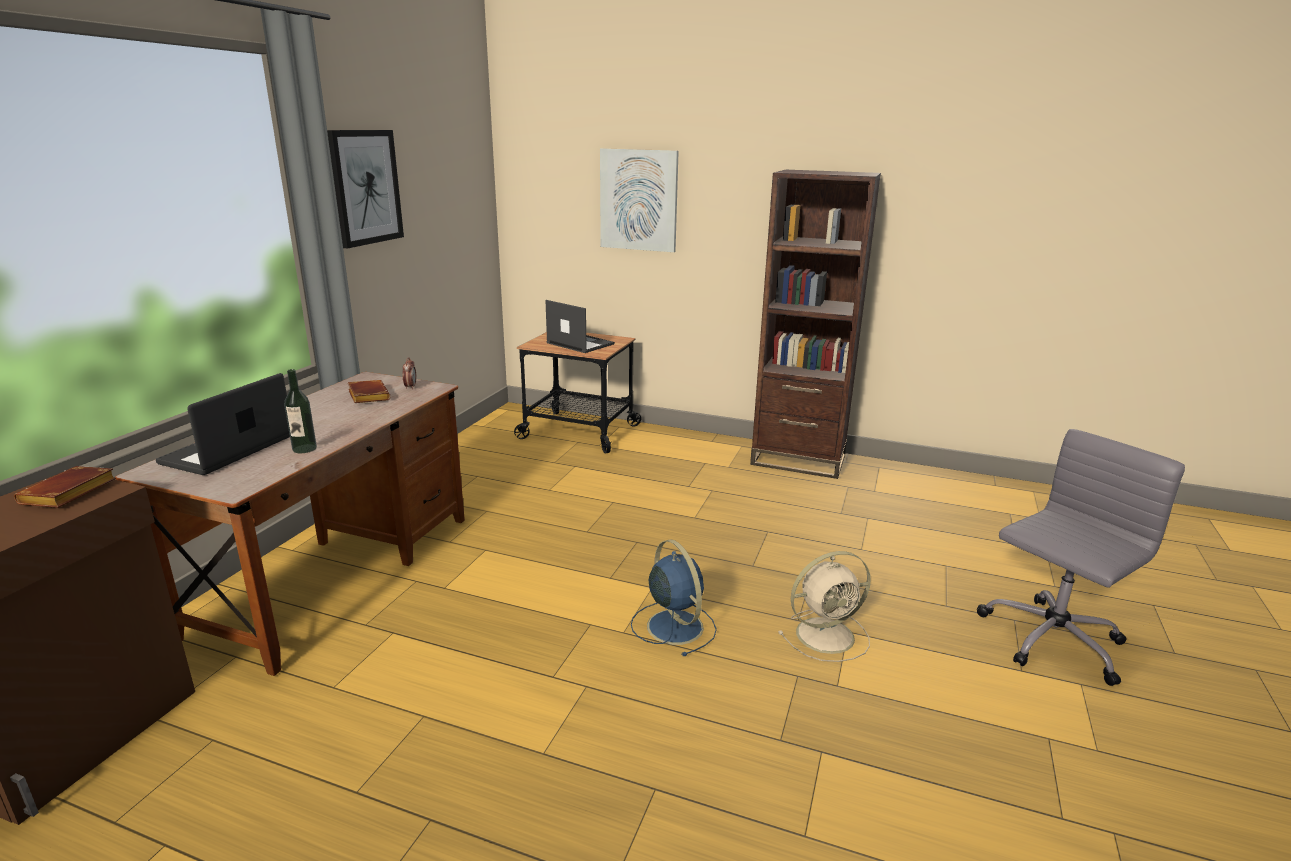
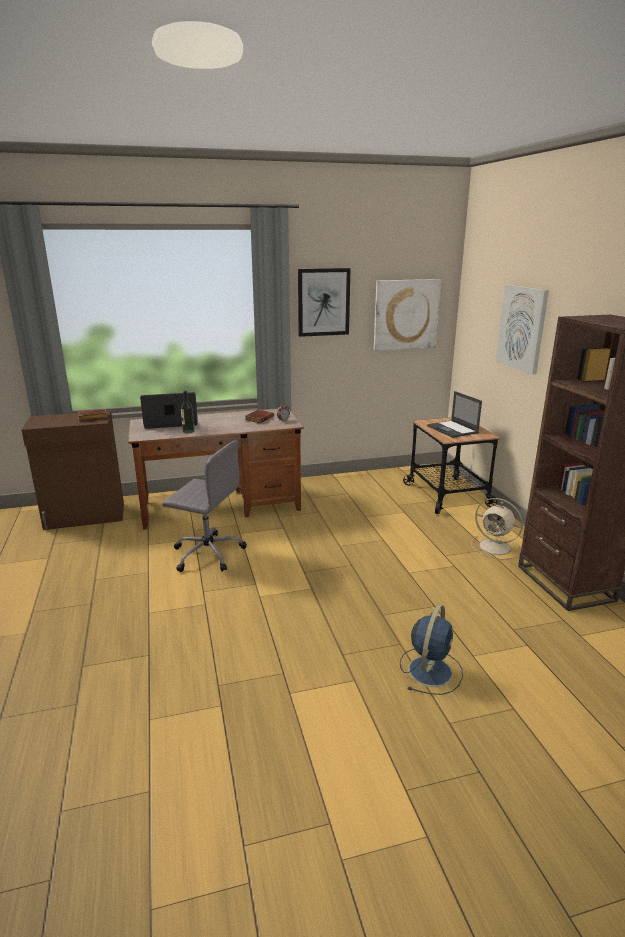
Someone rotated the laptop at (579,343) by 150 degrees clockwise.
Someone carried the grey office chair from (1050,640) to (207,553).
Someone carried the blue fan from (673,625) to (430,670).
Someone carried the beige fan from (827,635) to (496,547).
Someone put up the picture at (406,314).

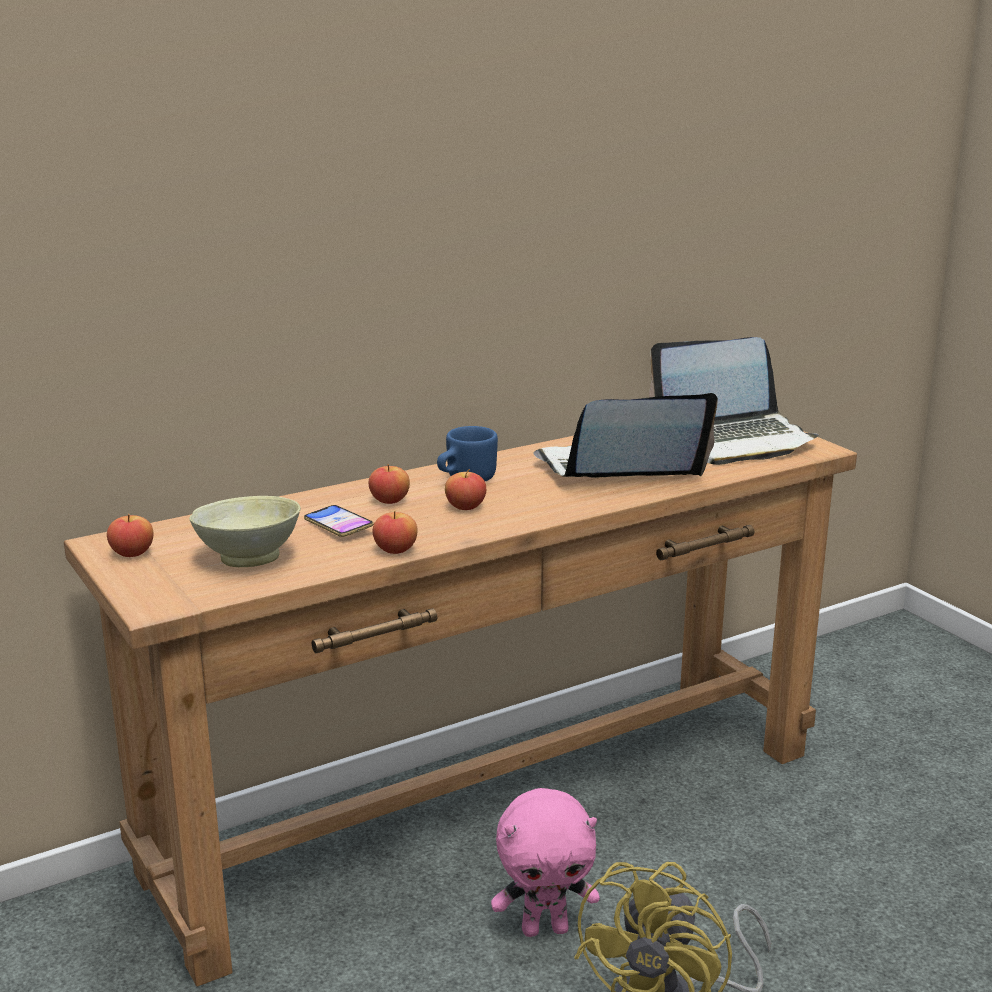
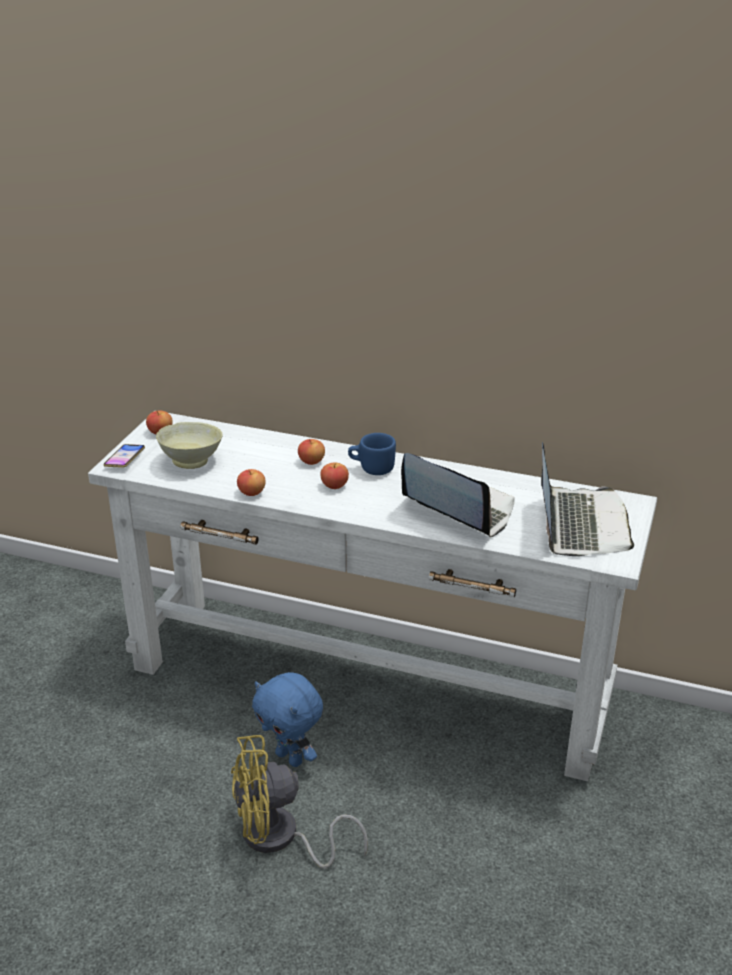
Someone rotated the laptop at (733,440) by 120 degrees counterclockwise.
Someone repainted the brown console table at (492,811), which became the white console table at (367,683).
Someone carried the phone from (338,526) to (125,459).
Someone repainted the pink plush toy at (545,928), which became the blue plush toy at (290,758).

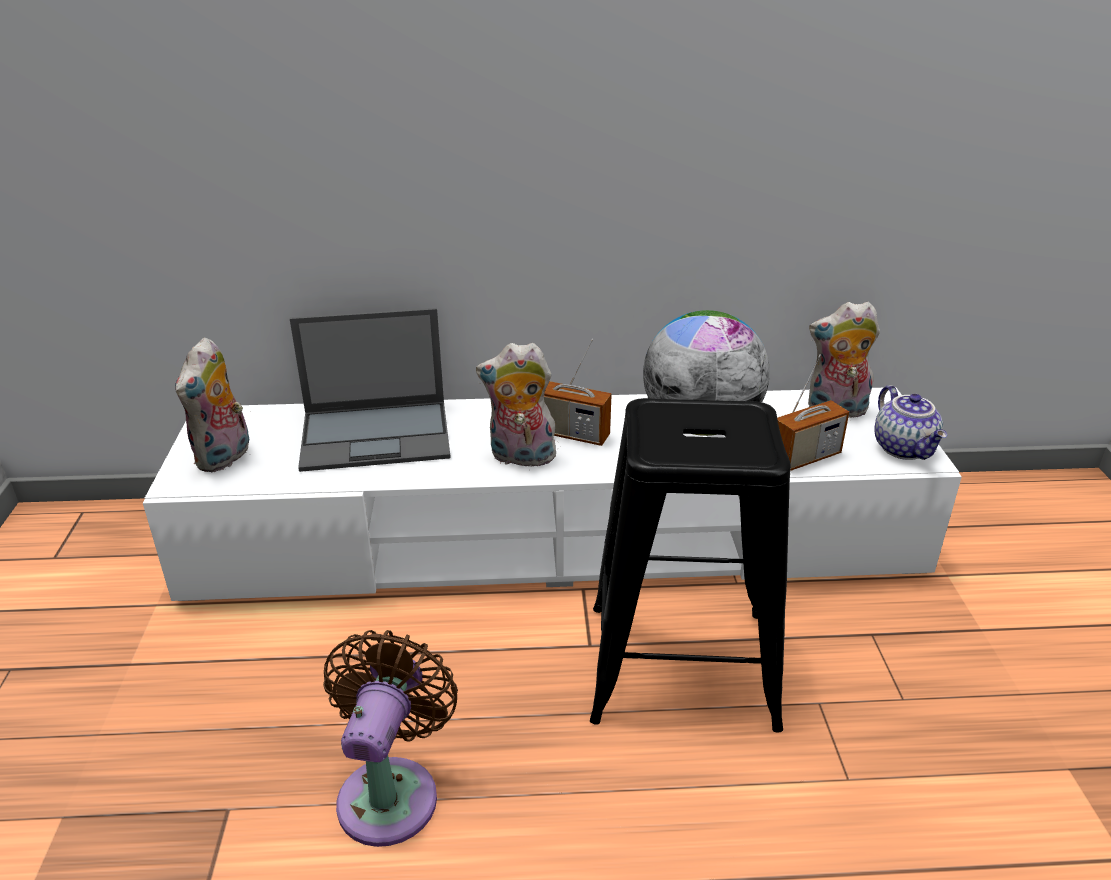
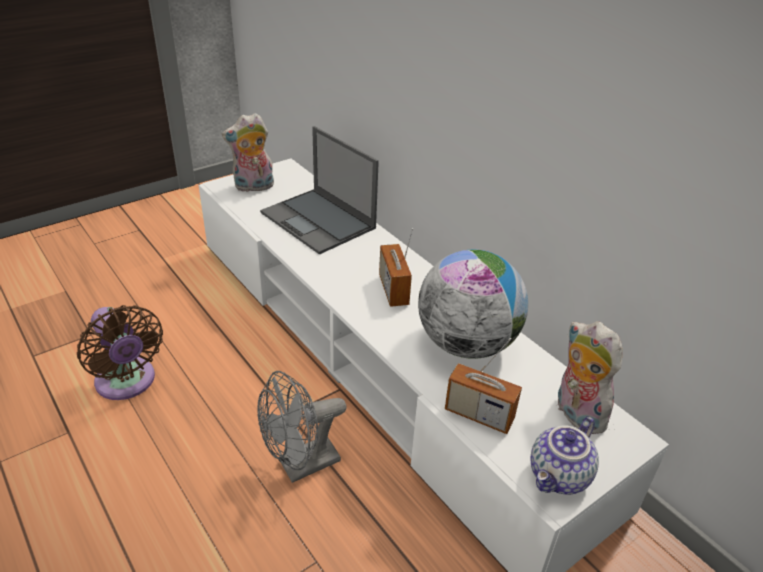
Someone took away the plush toy at (520,458).
Someone swapped the black stool at (679,665) for the grey fan at (301,466).
Someone rotated the brown fan at (391,791) by 75 degrees clockwise.

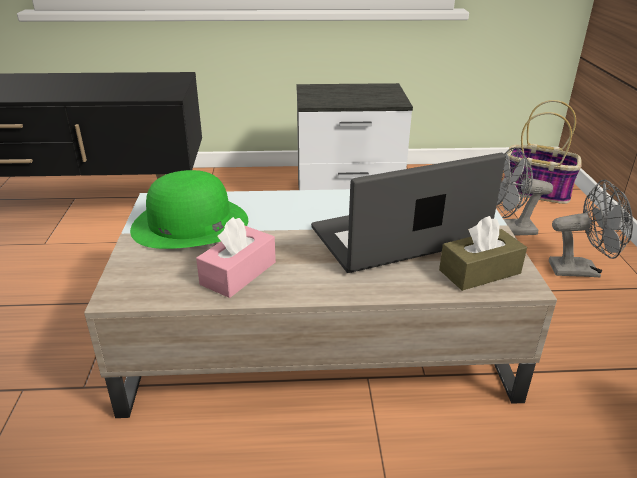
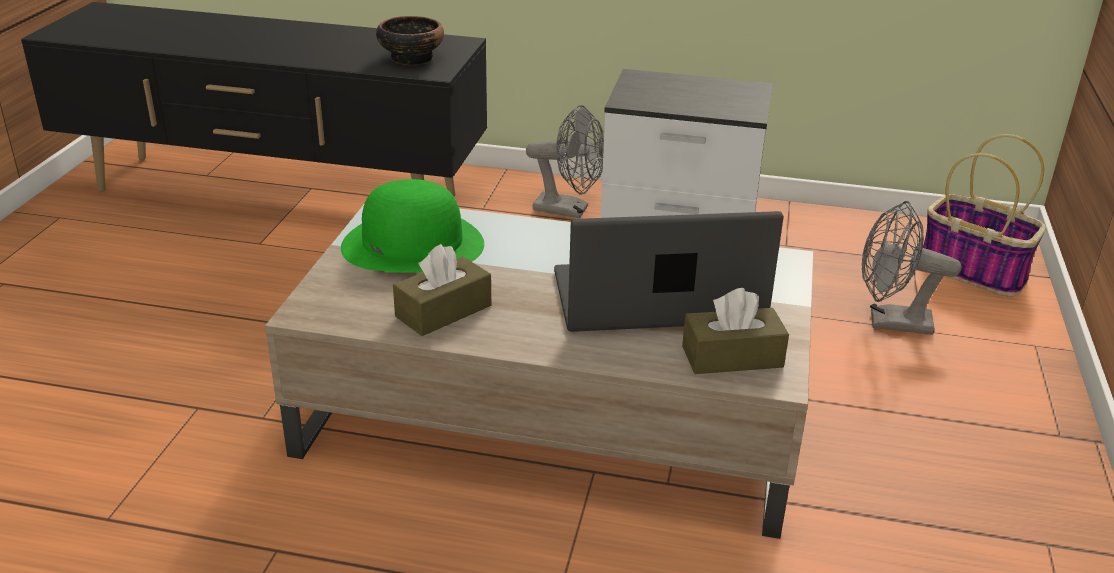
Someone carried the grey fan from (581,270) to (569,210).
Someone repainted the pink tissue box at (238,273), which became the brown tissue box at (443,311).
Someone put down the bowl at (410,58).

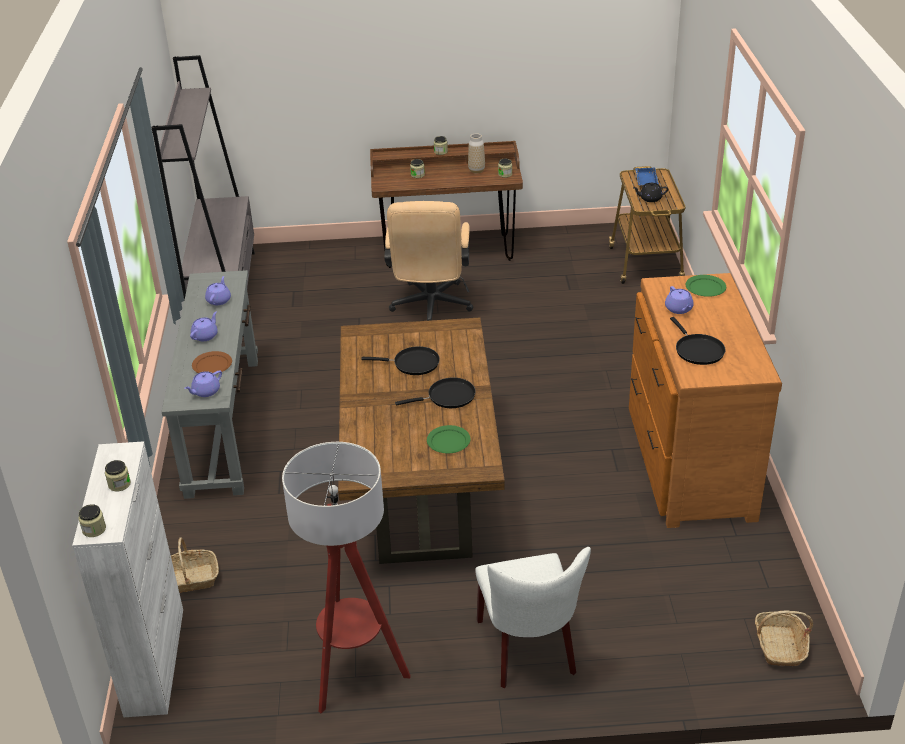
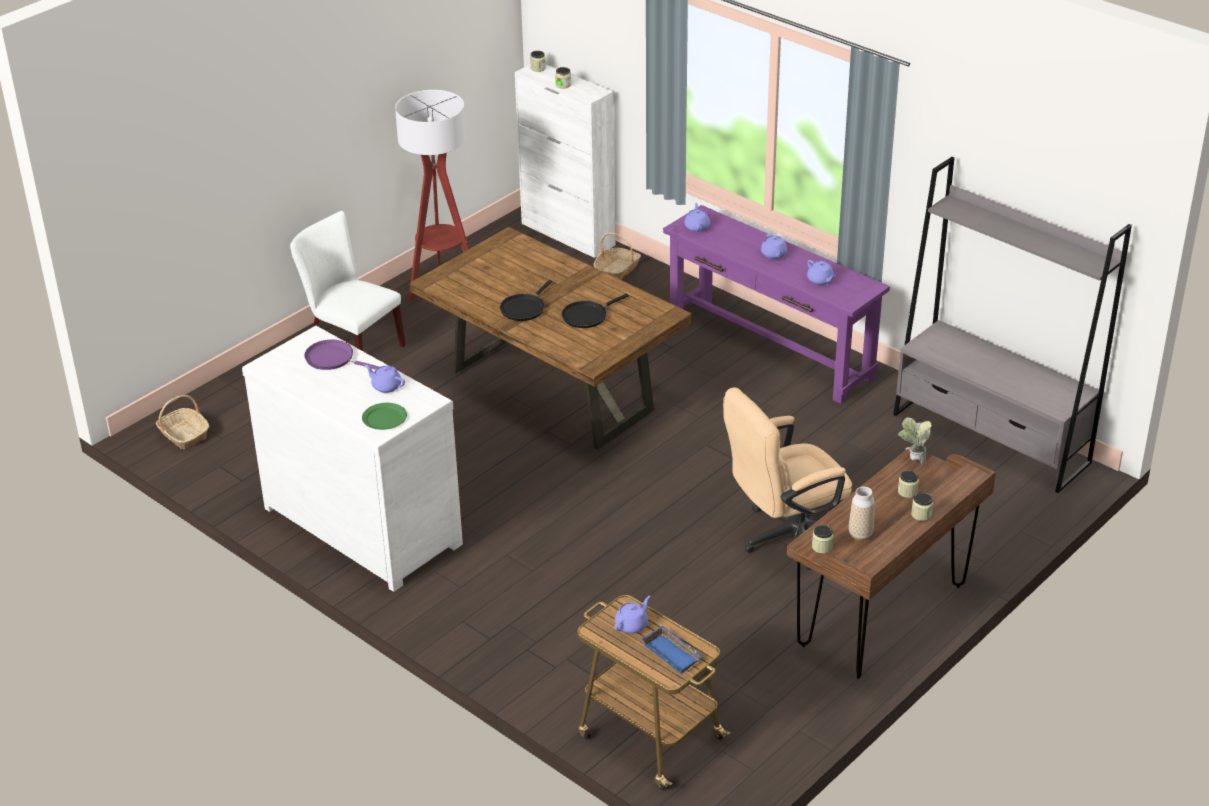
Someone repainted the black teapot at (650,198), which became the purple teapot at (632,625).
Someone rotated the beige office chair at (430,308) by 75 degrees counterclockwise.
Someone repainted the grey console table at (223,424), which became the purple console table at (770,349).
Someone repainted the brown dresser at (688,464), which became the white dresser at (365,523).
Someone repainted the black frying pan at (697,350), which became the purple frying pan at (333,359).
Someone took away the brown plate at (212,365).
Someone took away the green plate at (448,441).
Someone put down the potted plant at (913,460).

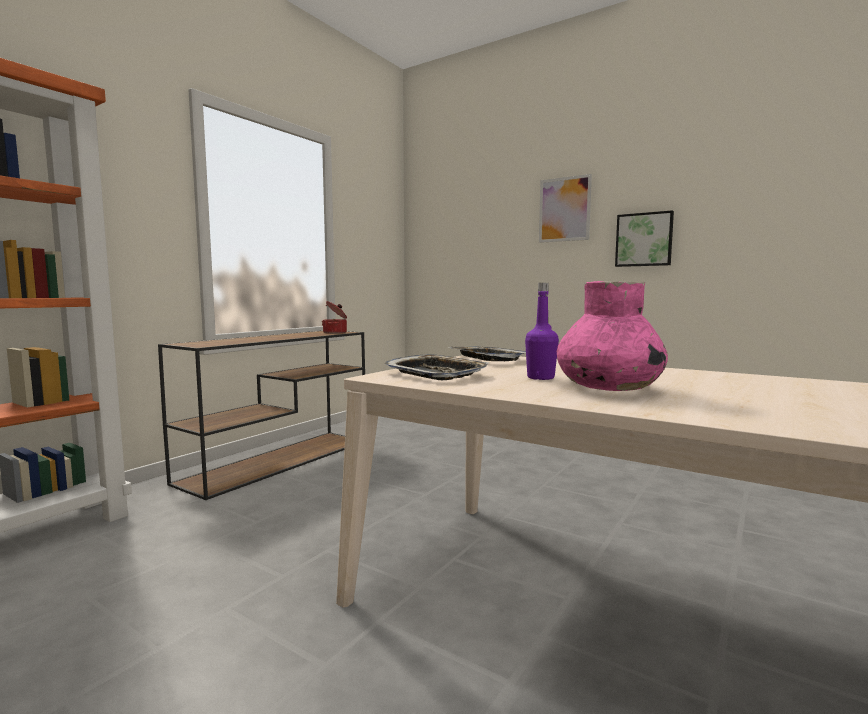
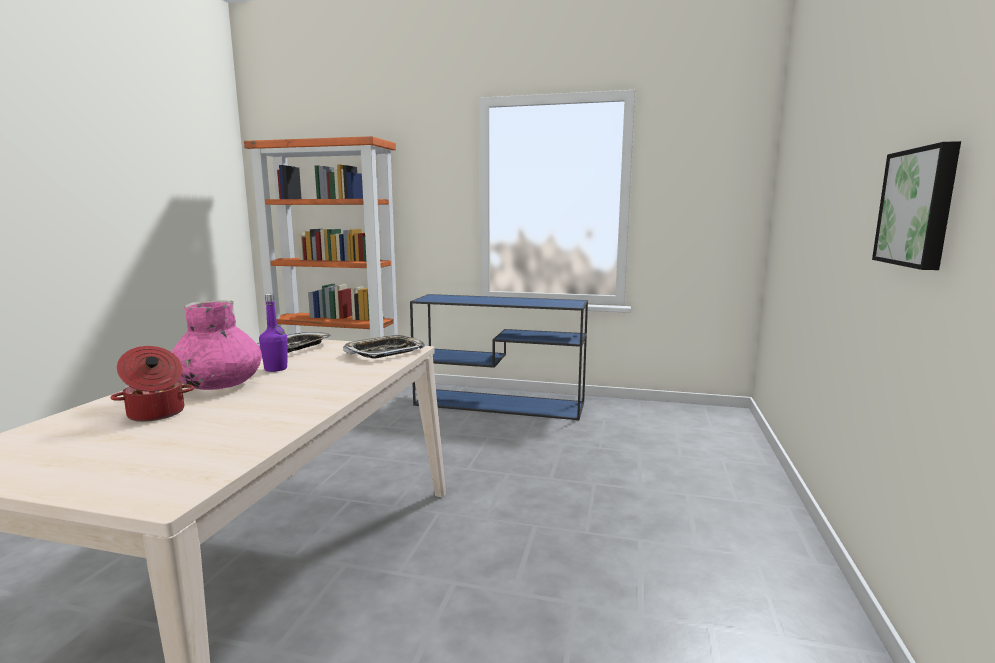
Someone took away the picture at (564,209).
Someone carried the cooking pot from (335,332) to (156,414).
Someone repainted the brown console table at (280,460), which became the blue console table at (501,404).

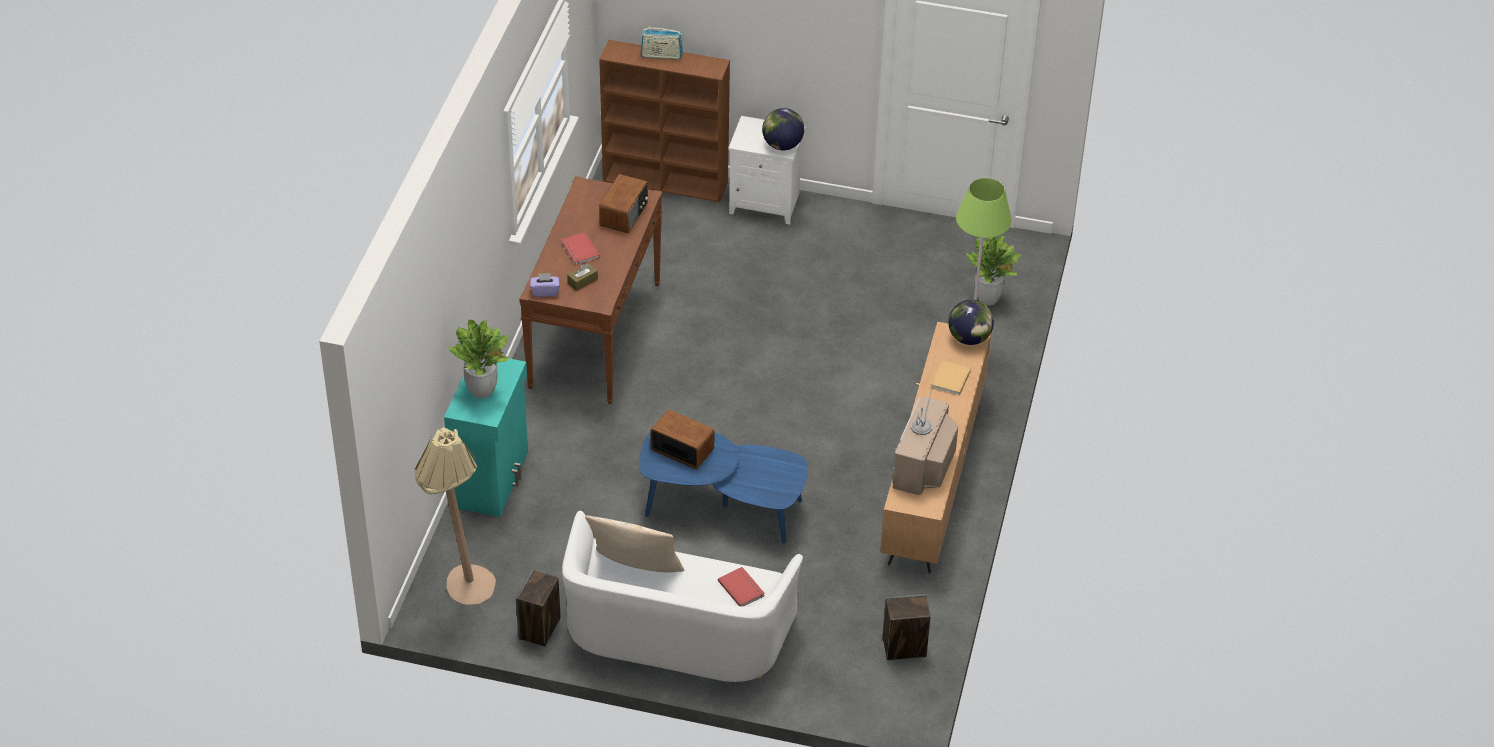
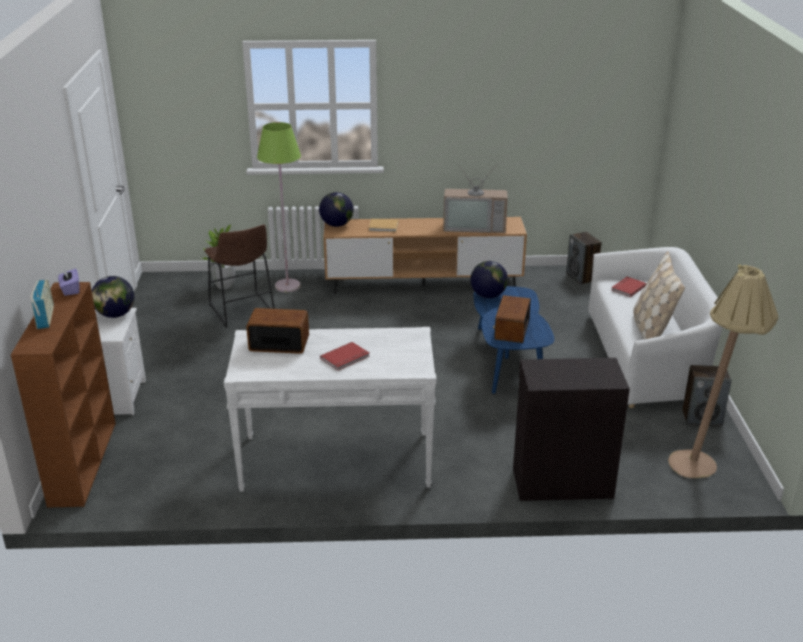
Someone repainted the brown console table at (595,334), which became the white console table at (335,461).
Someone took away the brown tissue box at (582,281).
Someone carried the purple tissue box from (545,291) to (70,290).
Someone took away the potted plant at (482,391).
Someone repainted the turquoise cabinet at (492,479), which became the black cabinet at (561,482).
Someone put down the brown stool at (242,312).
Someone put down the globe at (488,295).

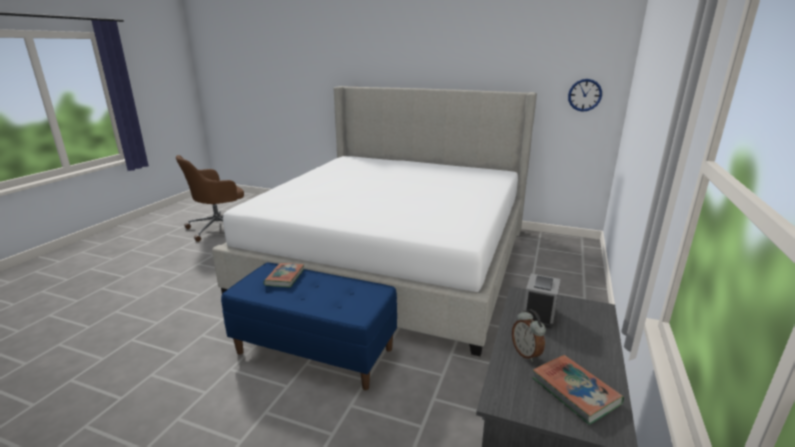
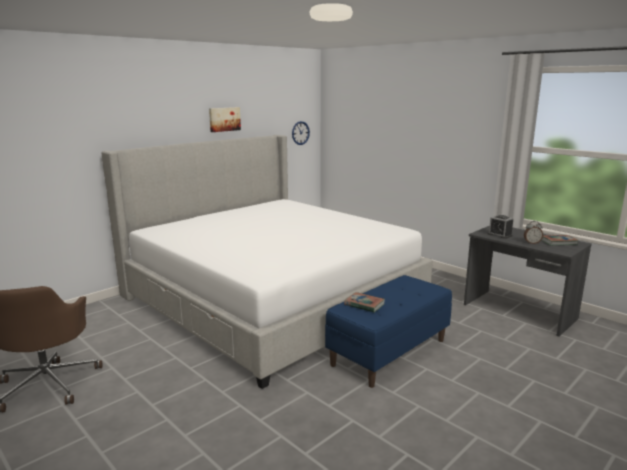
Someone put up the picture at (224,119).

